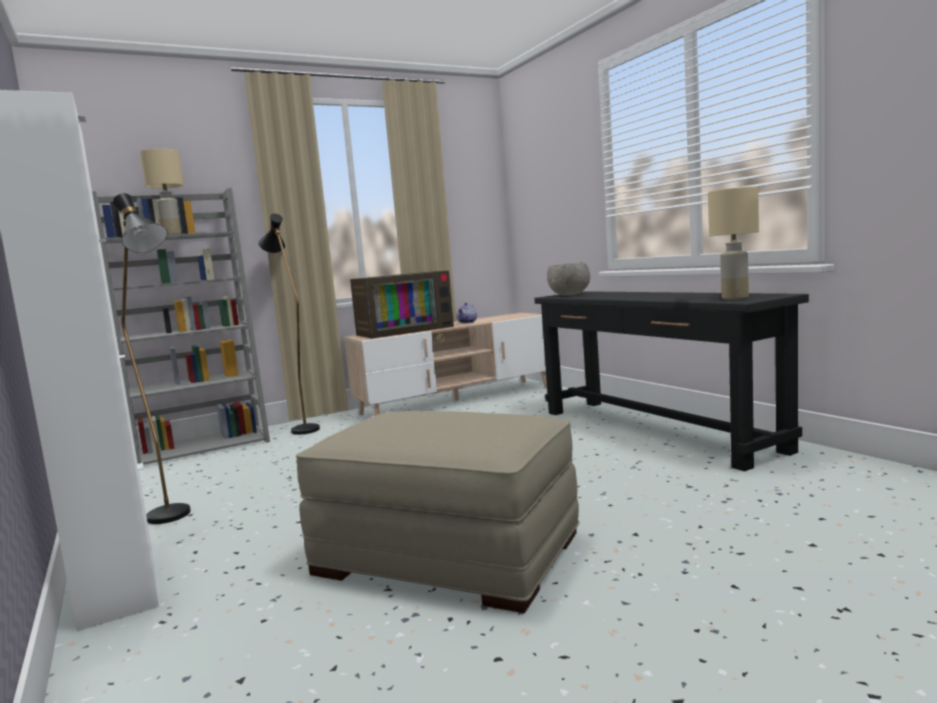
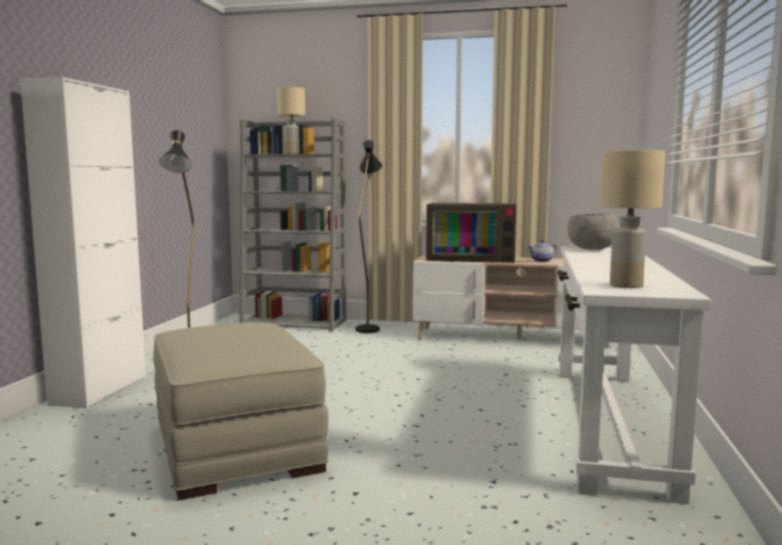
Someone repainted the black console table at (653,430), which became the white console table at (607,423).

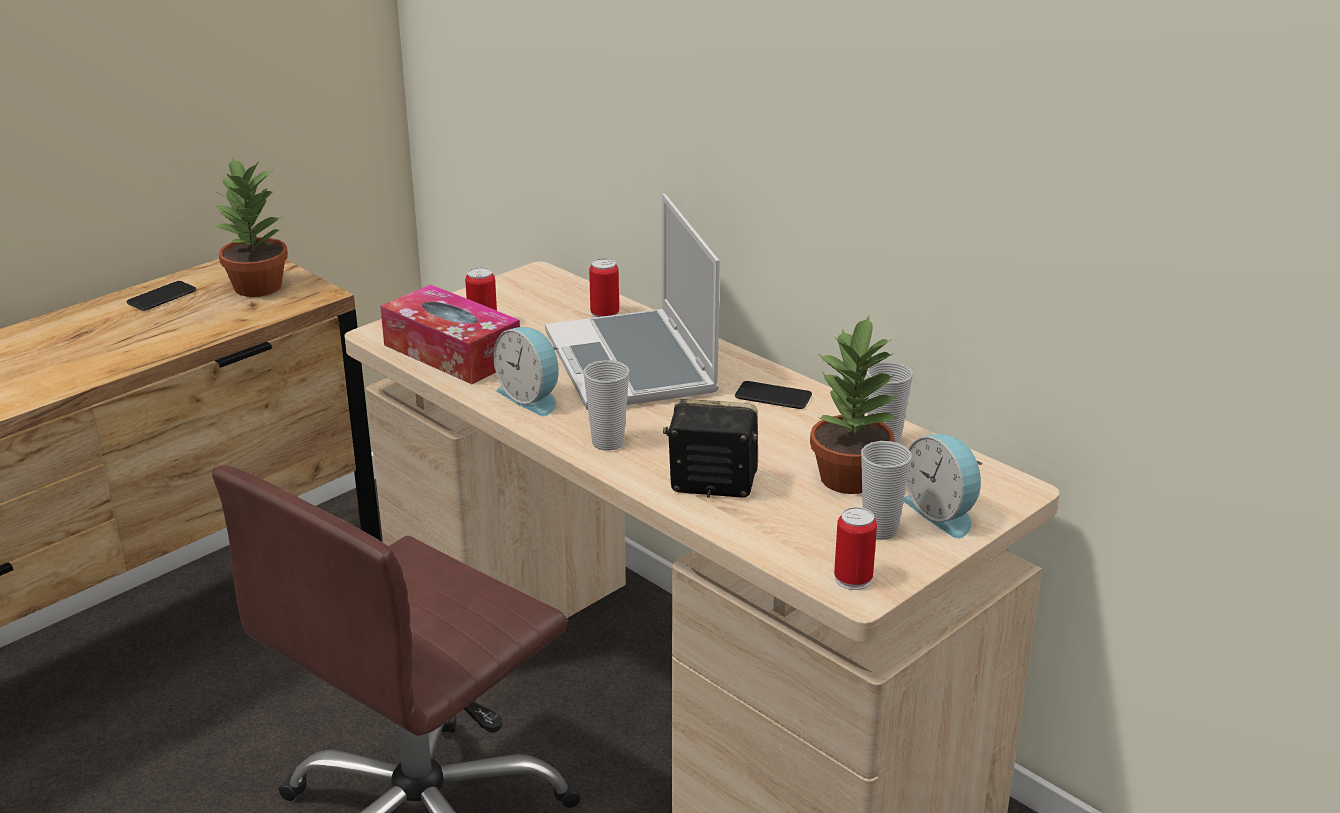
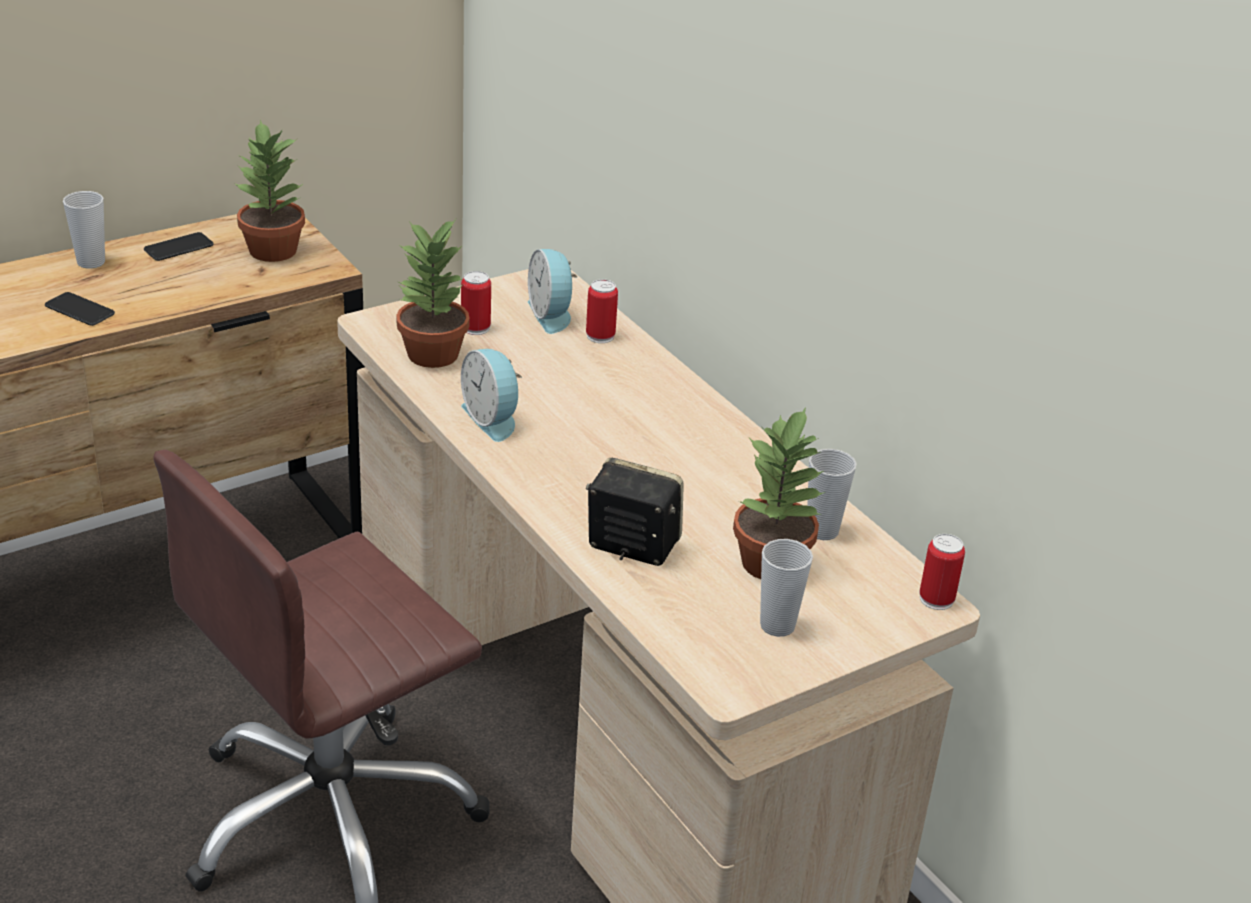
Someone took away the laptop at (633,365).
Someone swapped the tissue box at (452,352) for the potted plant at (434,355).
Someone carried the cup from (608,443) to (91,262).
Someone carried the phone from (773,396) to (80,310).
Someone carried the alarm clock from (942,513) to (552,315).
Someone carried the can from (853,579) to (936,599).

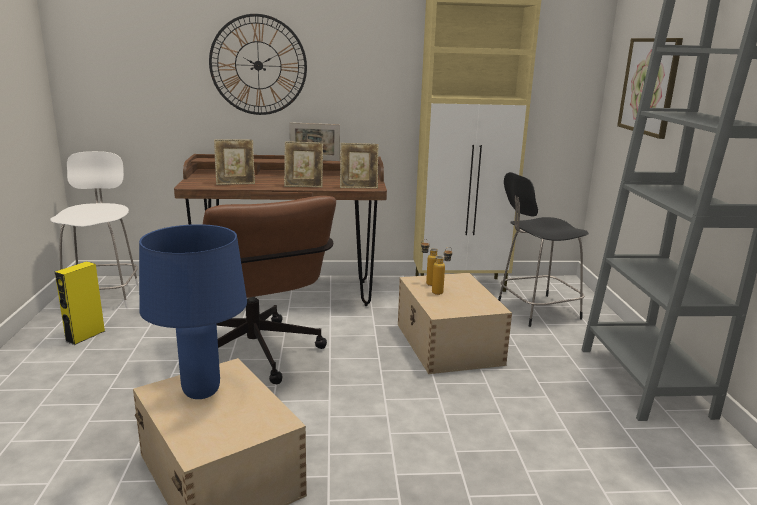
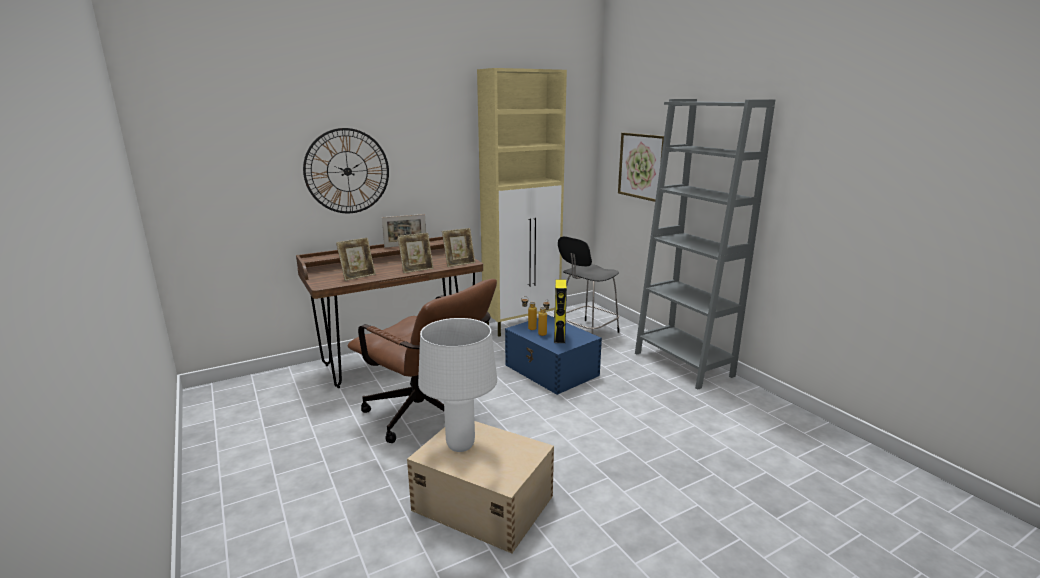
Someone took away the white chair at (103,296).
Someone repainted the blue table lamp at (201,391), which became the white table lamp at (460,445).
Someone carried the yellow speaker from (85,336) to (559,337).
Someone repainted the beige storage box at (448,344), which became the blue storage box at (552,370).

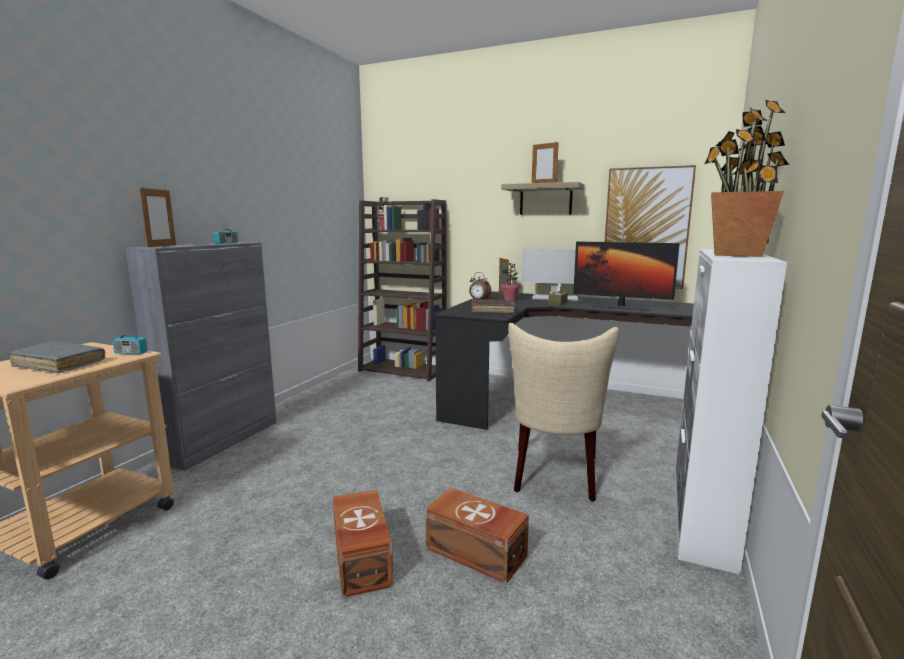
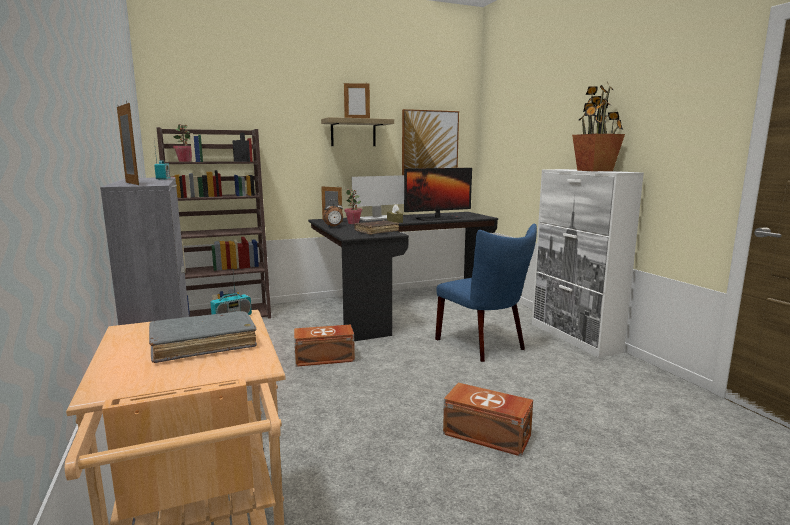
Someone repainted the beige chair at (555,476), which became the blue chair at (484,345).
Someone carried the brown storage box from (476,553) to (325,358).

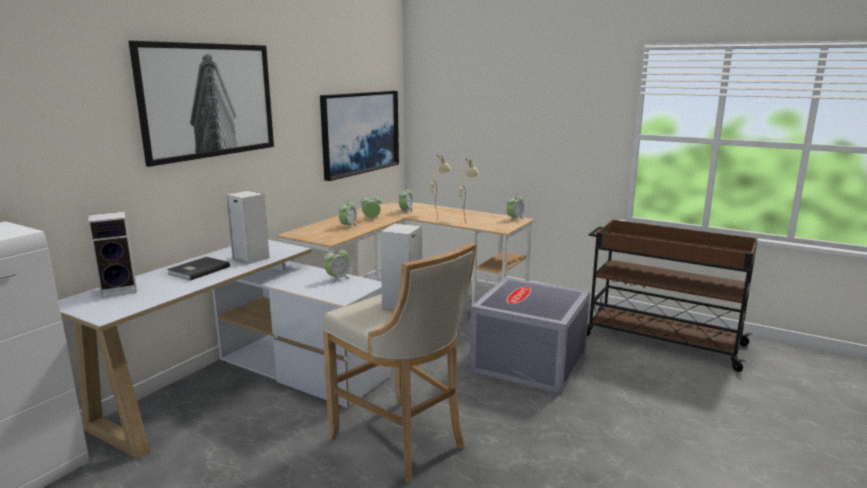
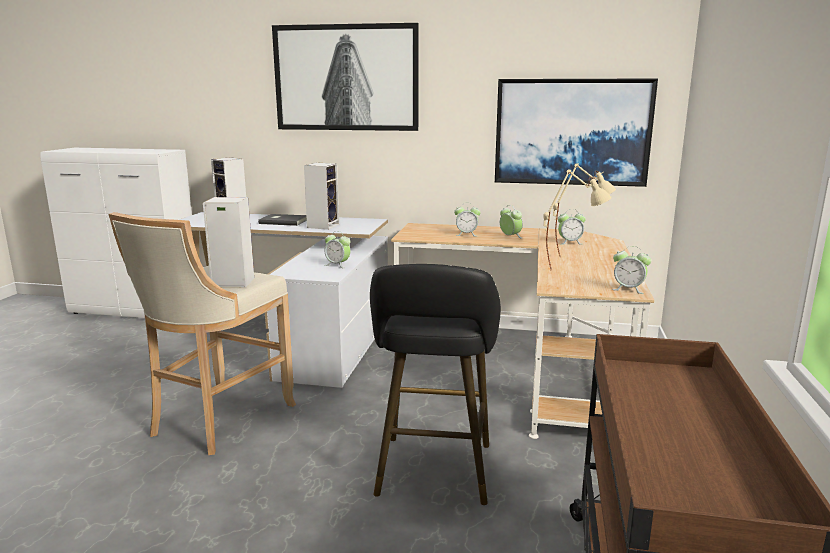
Someone swapped the grey storage box at (530,363) for the black stool at (434,474).

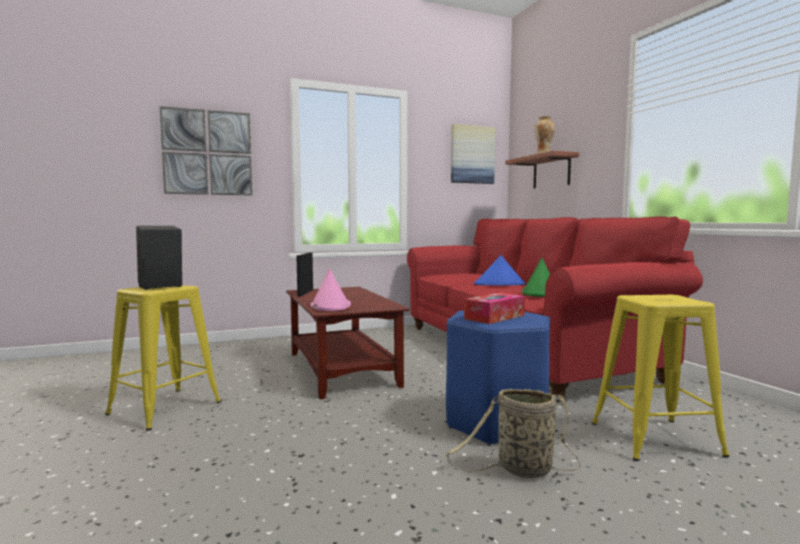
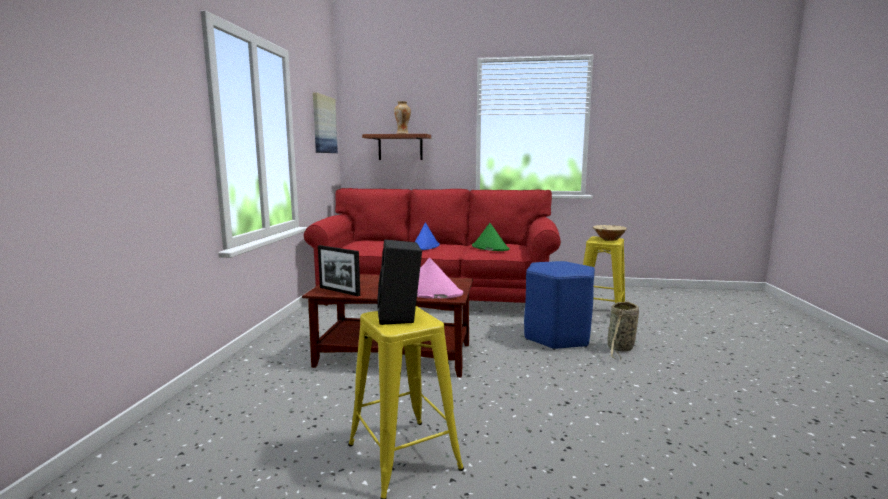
Someone took away the picture at (207,153).
Someone took away the tissue box at (494,317).
Someone put down the beige bowl at (609,239).

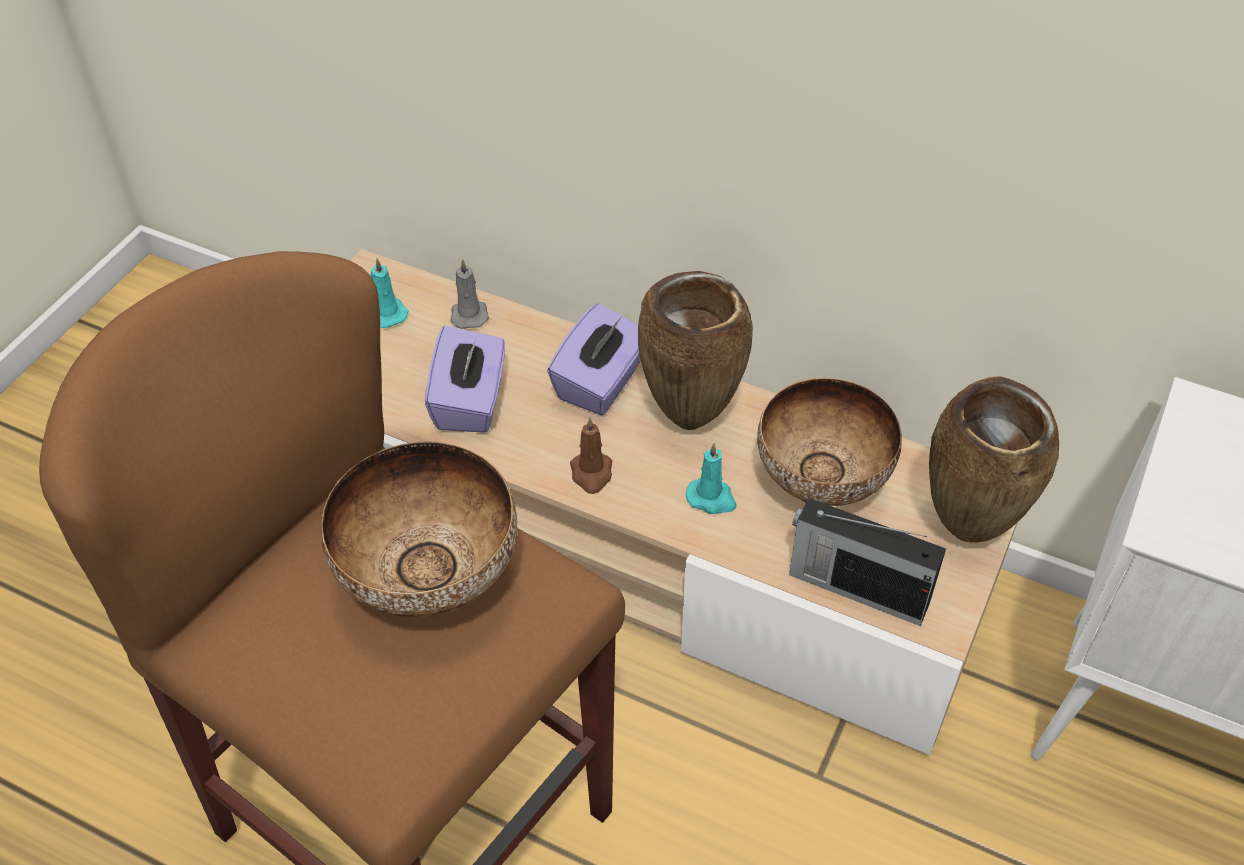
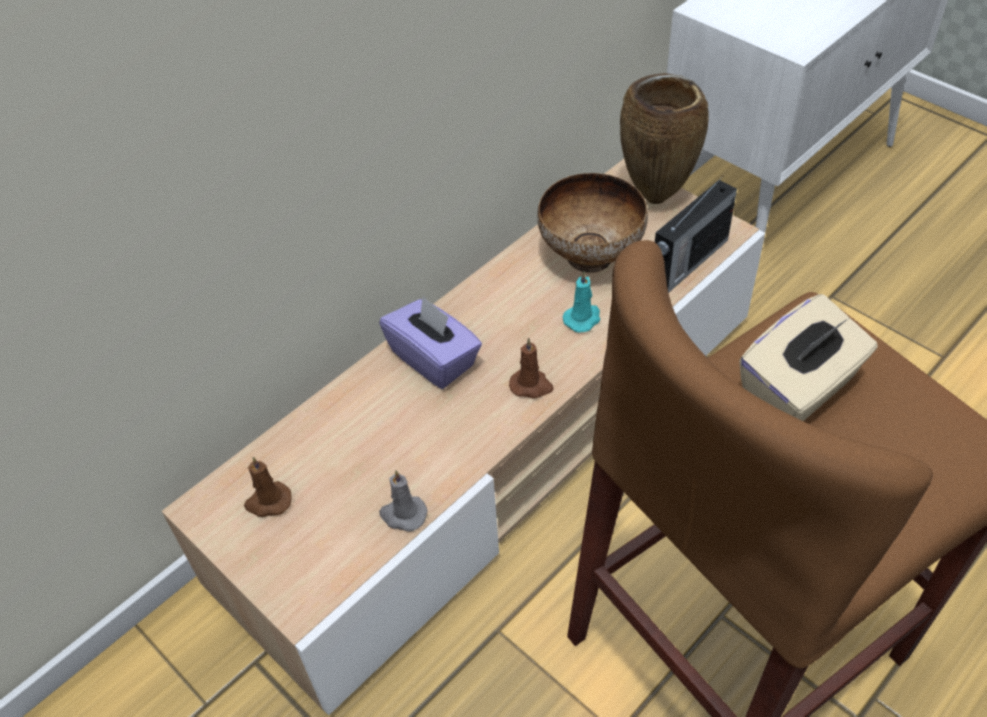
Someone repainted the turquoise candle at (386,313), which became the brown candle at (268,502).
Someone carried the grey candle from (469,314) to (403,514).
Someone took away the brown vase at (691,418).
Someone took away the purple tissue box at (470,402).
Someone swapped the bowl at (433,581) for the beige tissue box at (799,388).

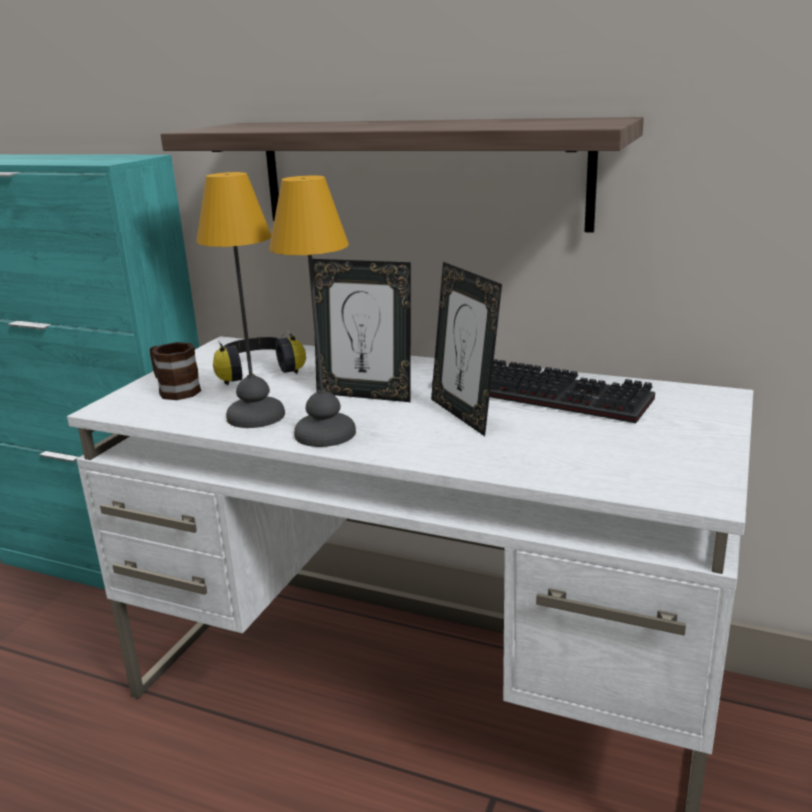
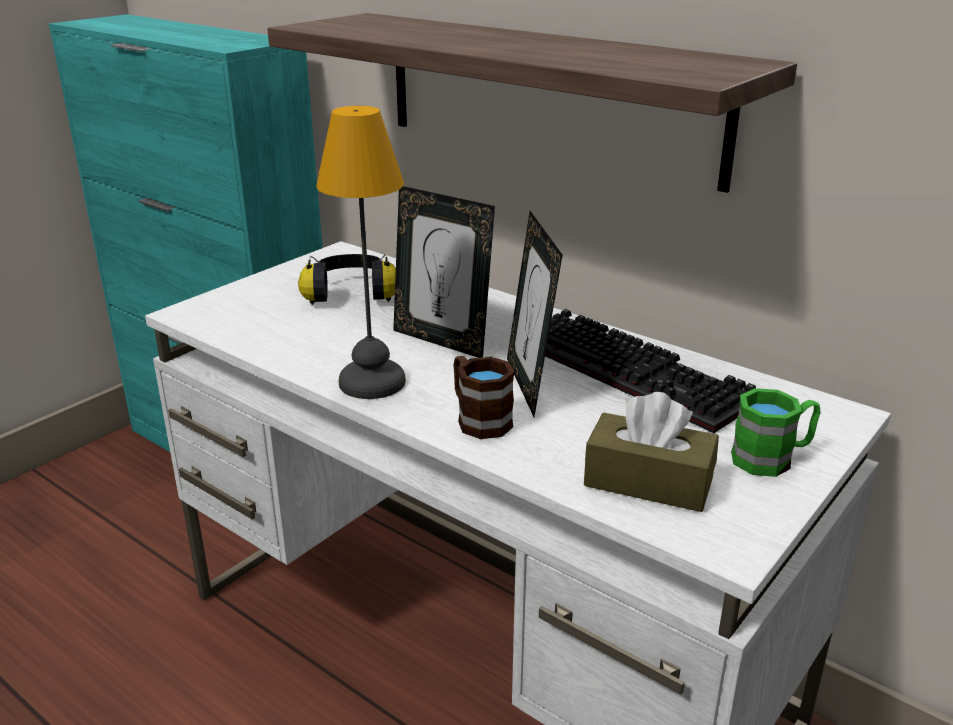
Someone took away the table lamp at (256,416).
Someone carried the brown mug from (174,390) to (478,418).
Someone put down the green mug at (772,458).
Someone put down the brown tissue box at (648,482).

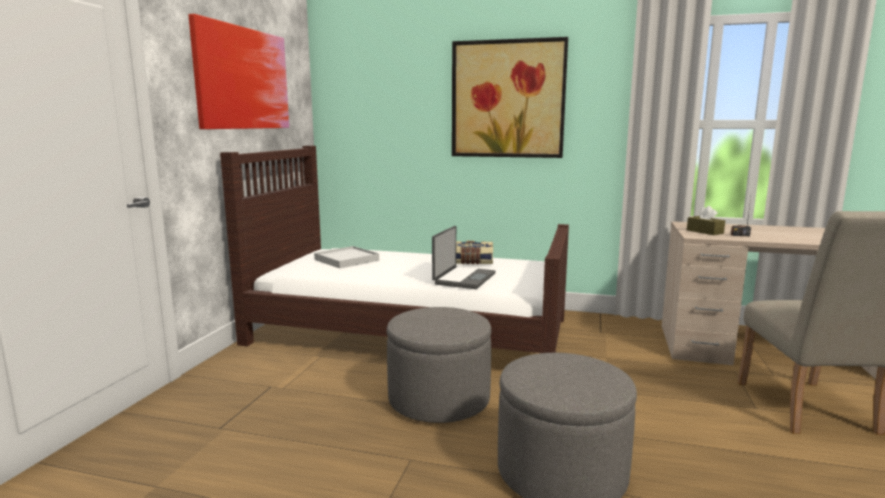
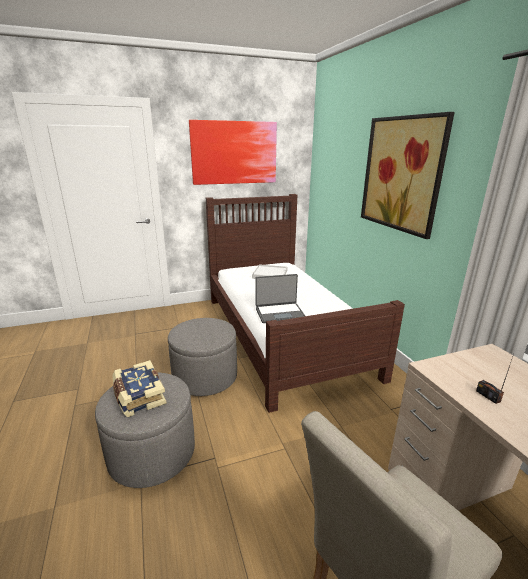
Someone took away the brown tissue box at (704,232).
Someone carried the book from (470,261) to (138,396).

